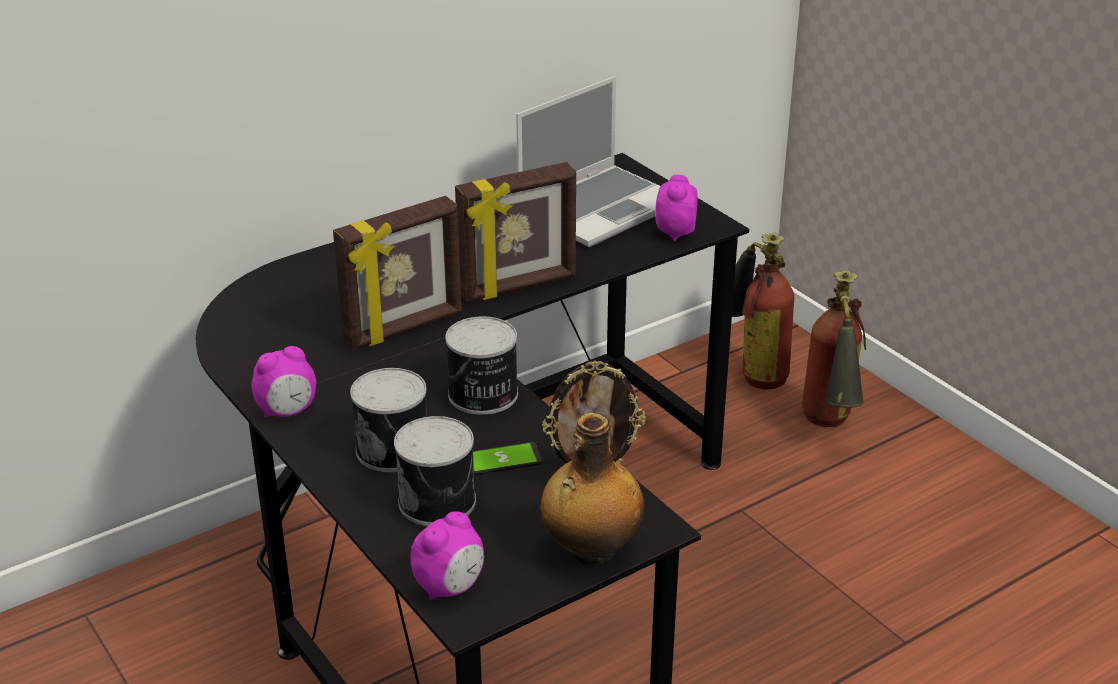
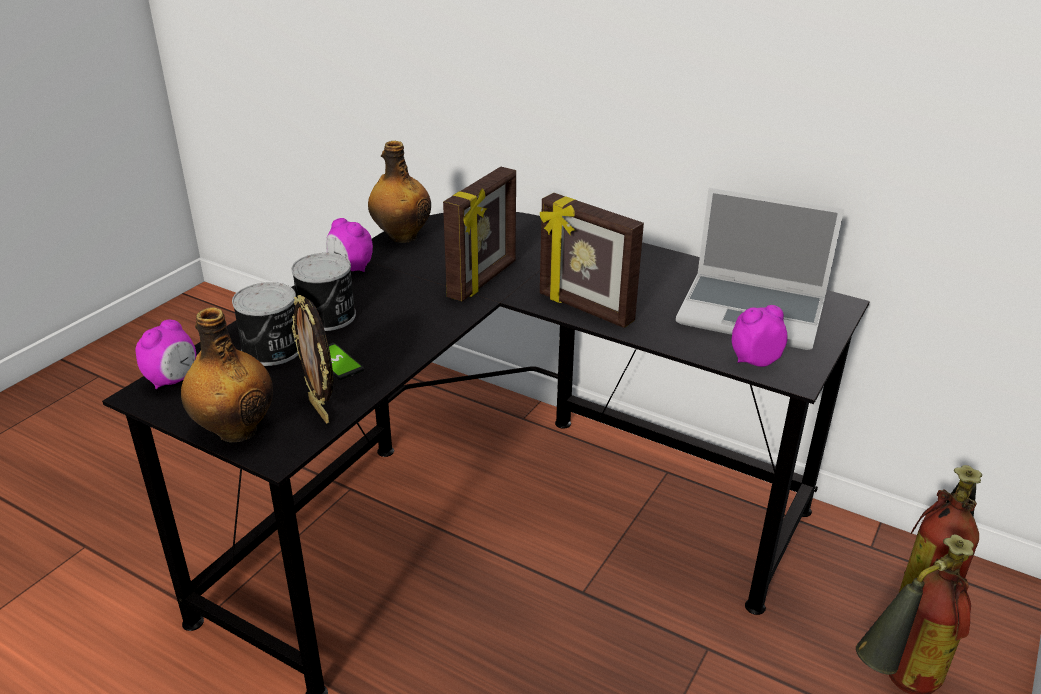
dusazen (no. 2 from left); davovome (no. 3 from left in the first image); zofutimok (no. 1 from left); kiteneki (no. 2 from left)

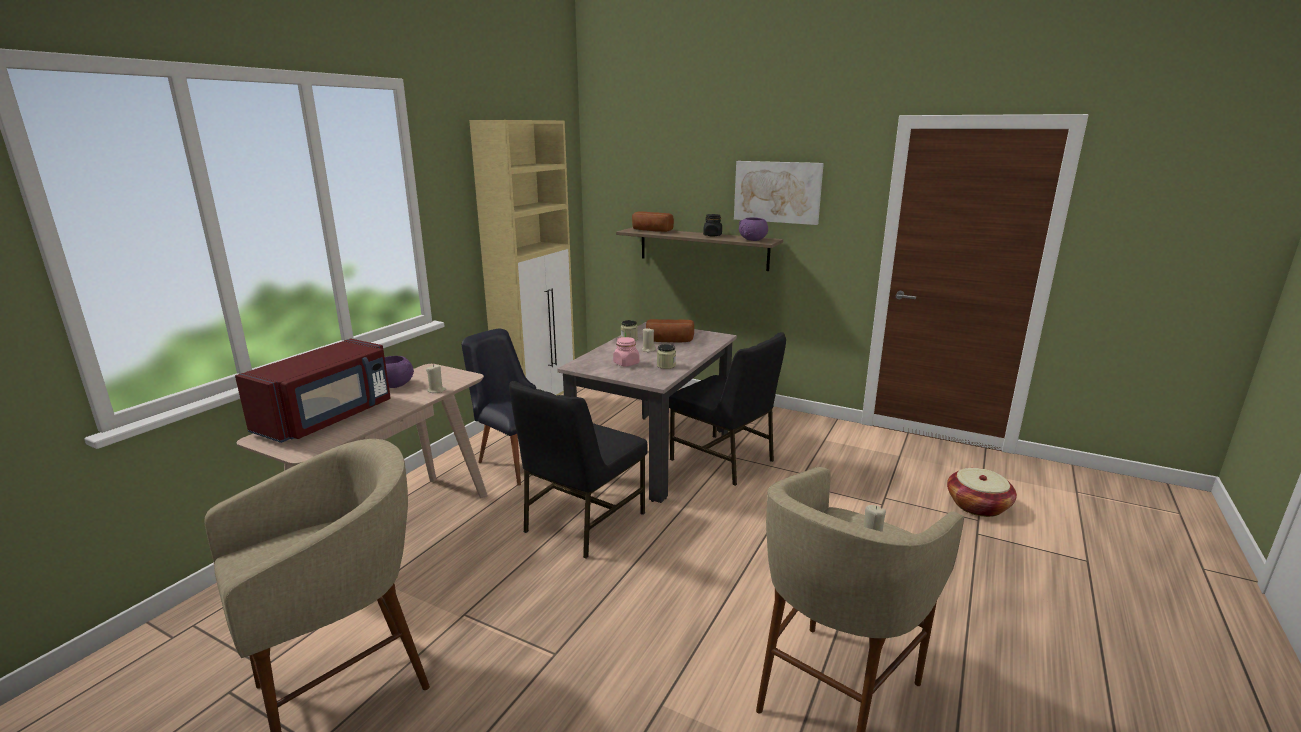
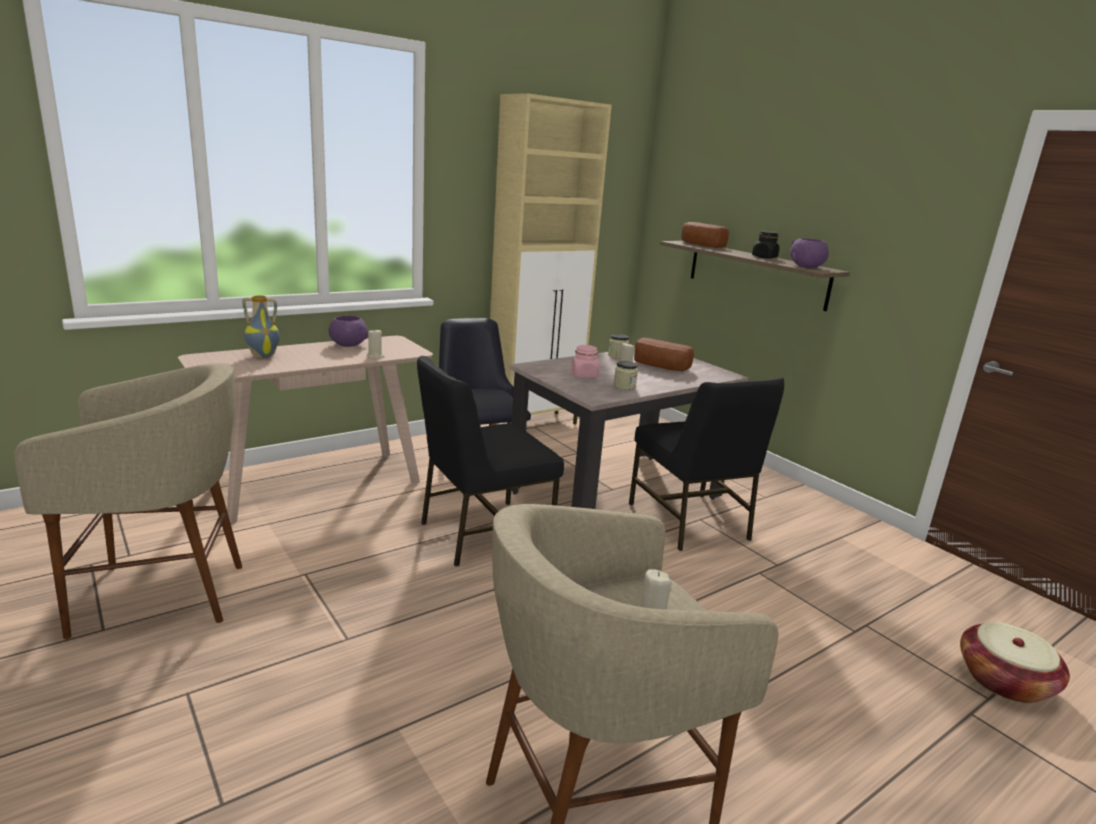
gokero; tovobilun

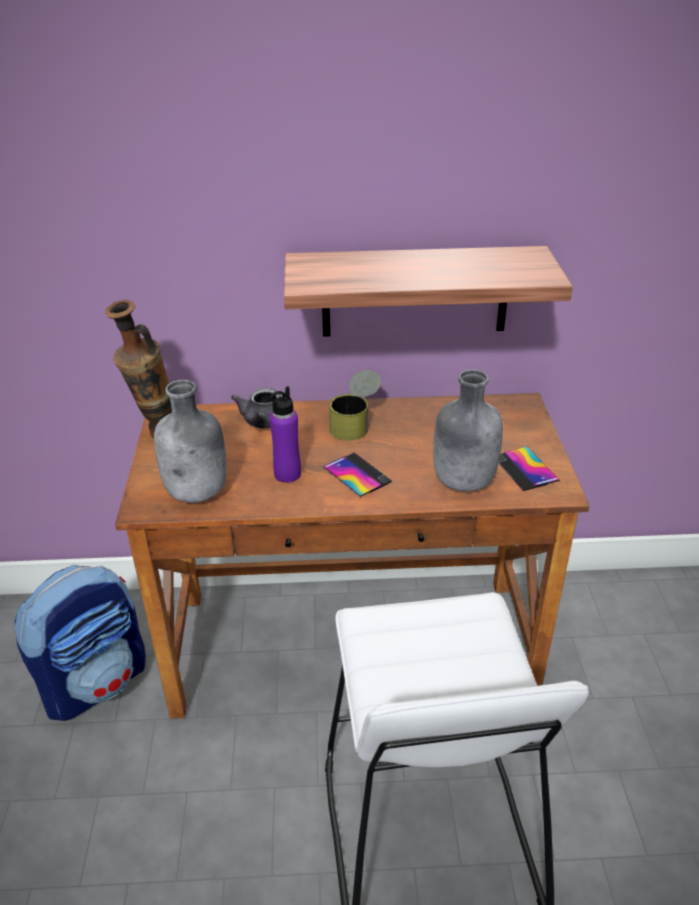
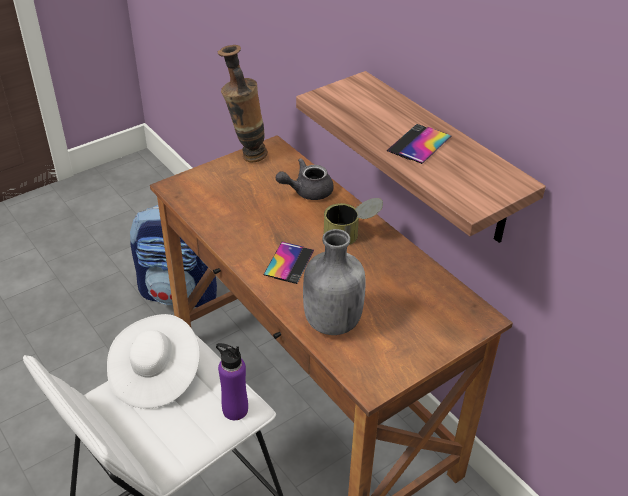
grey kiteneki (no. 1 from left in the first image); purple kiteneki; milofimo (no. 2 from left); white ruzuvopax

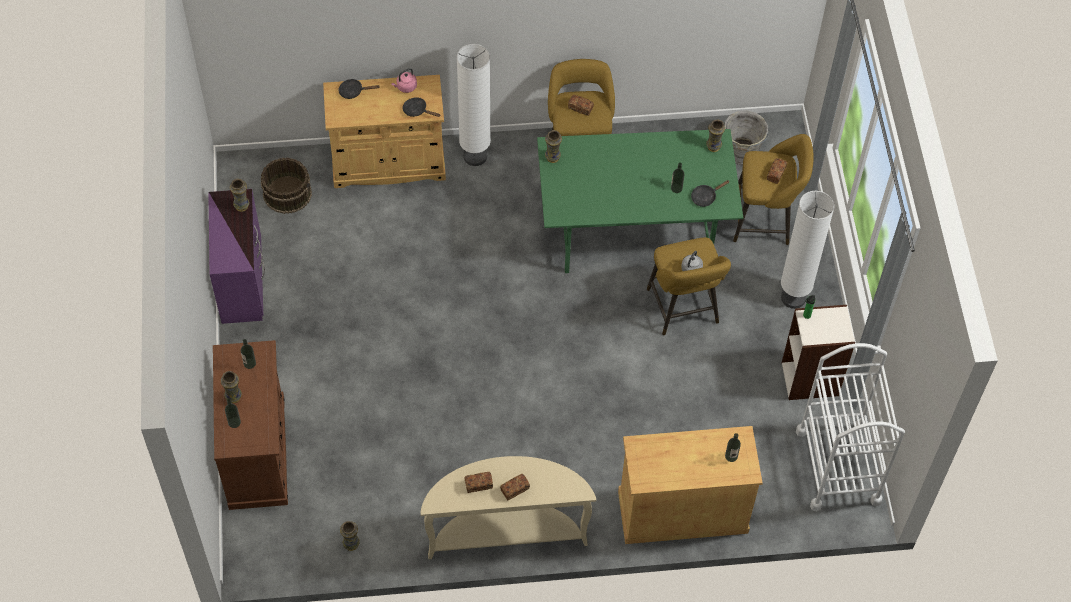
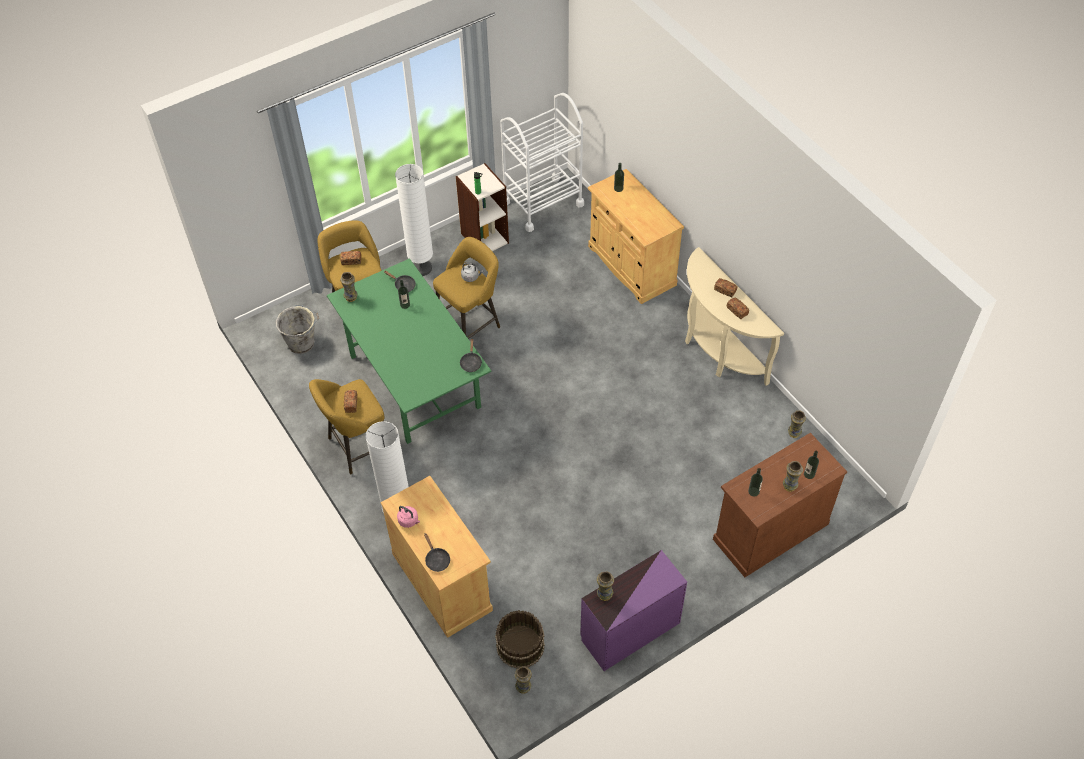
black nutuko (no. 3 from left); tovobilun (no. 2 from left)

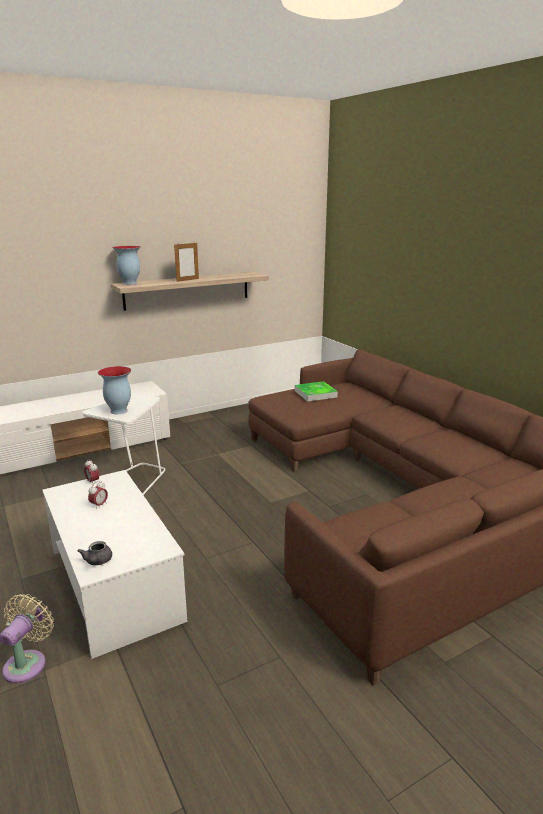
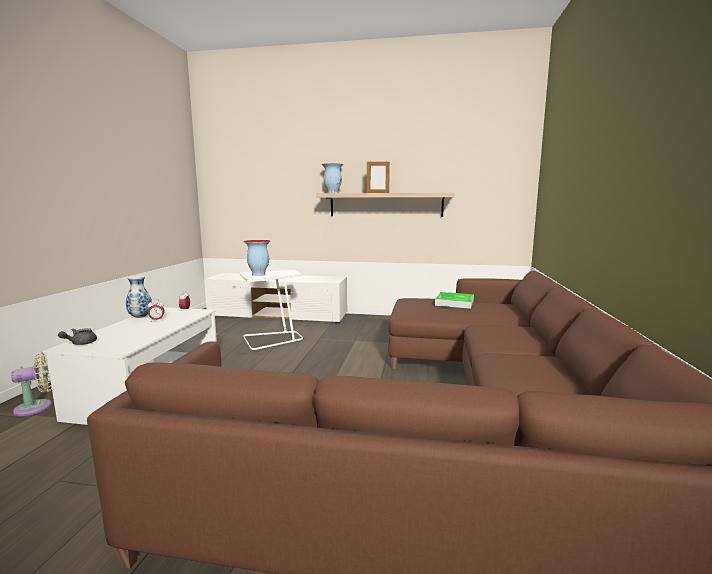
tovobilun (no. 1 from left)

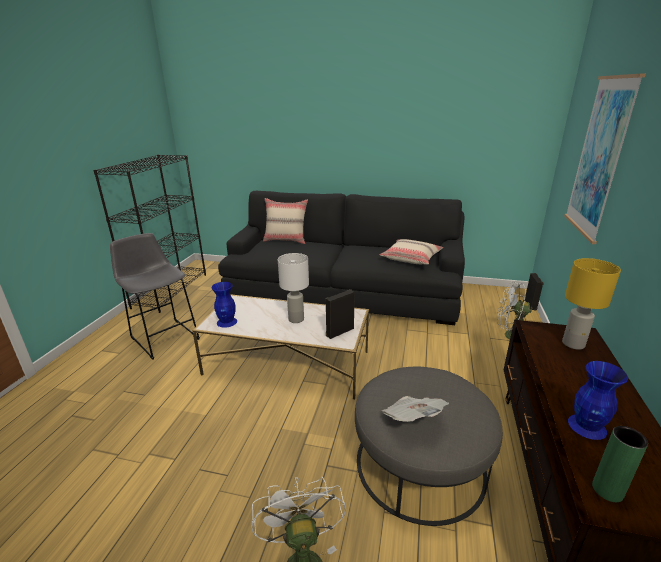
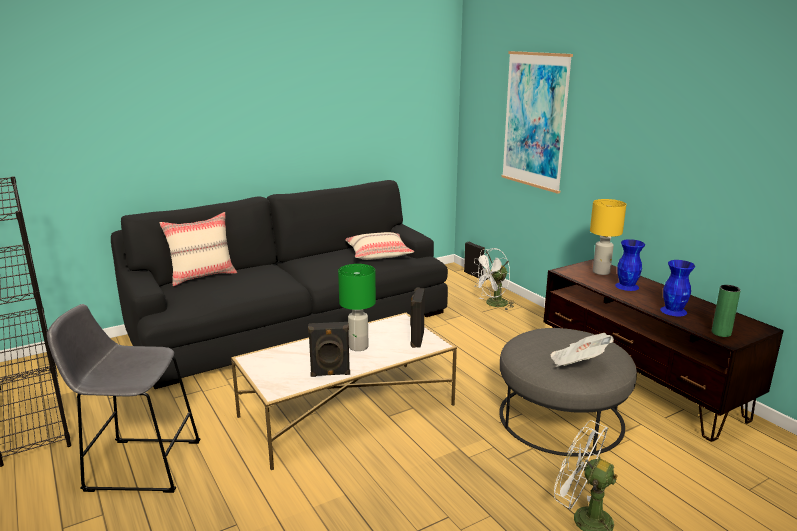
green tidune; blue tovobilun (no. 1 from left); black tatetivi (no. 1 from left)

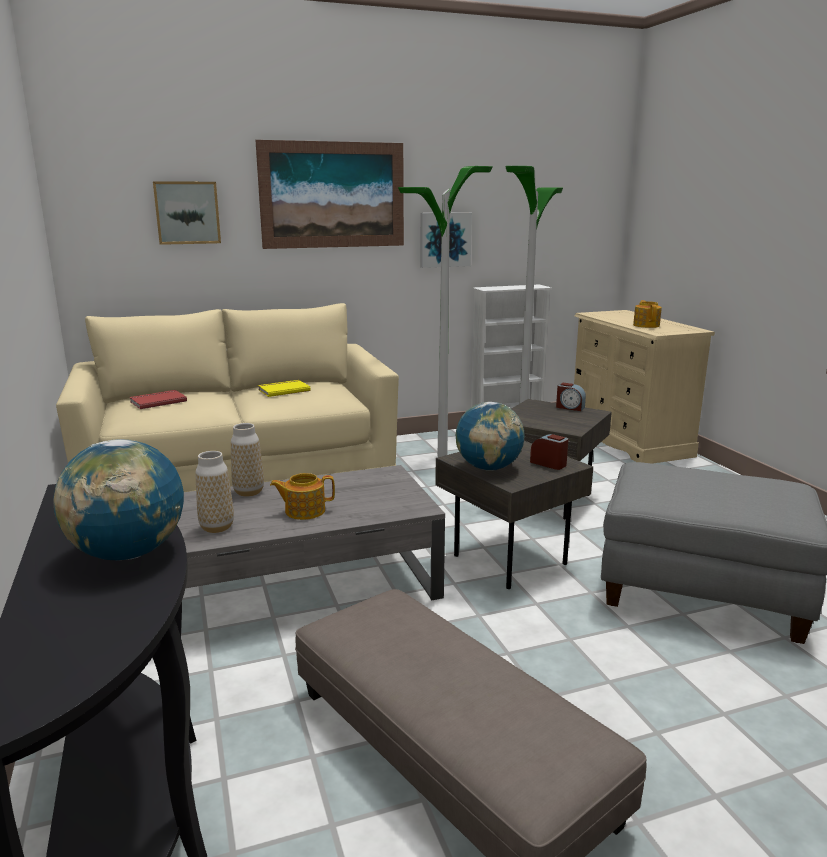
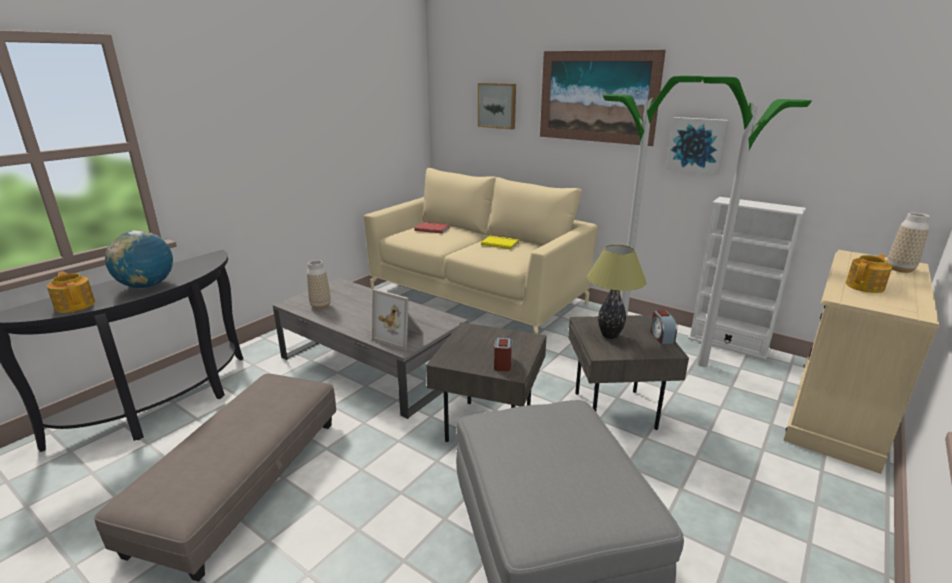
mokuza (no. 2 from left in the first image); tovobilun (no. 2 from left); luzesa (no. 1 from left); tidune; dusazen

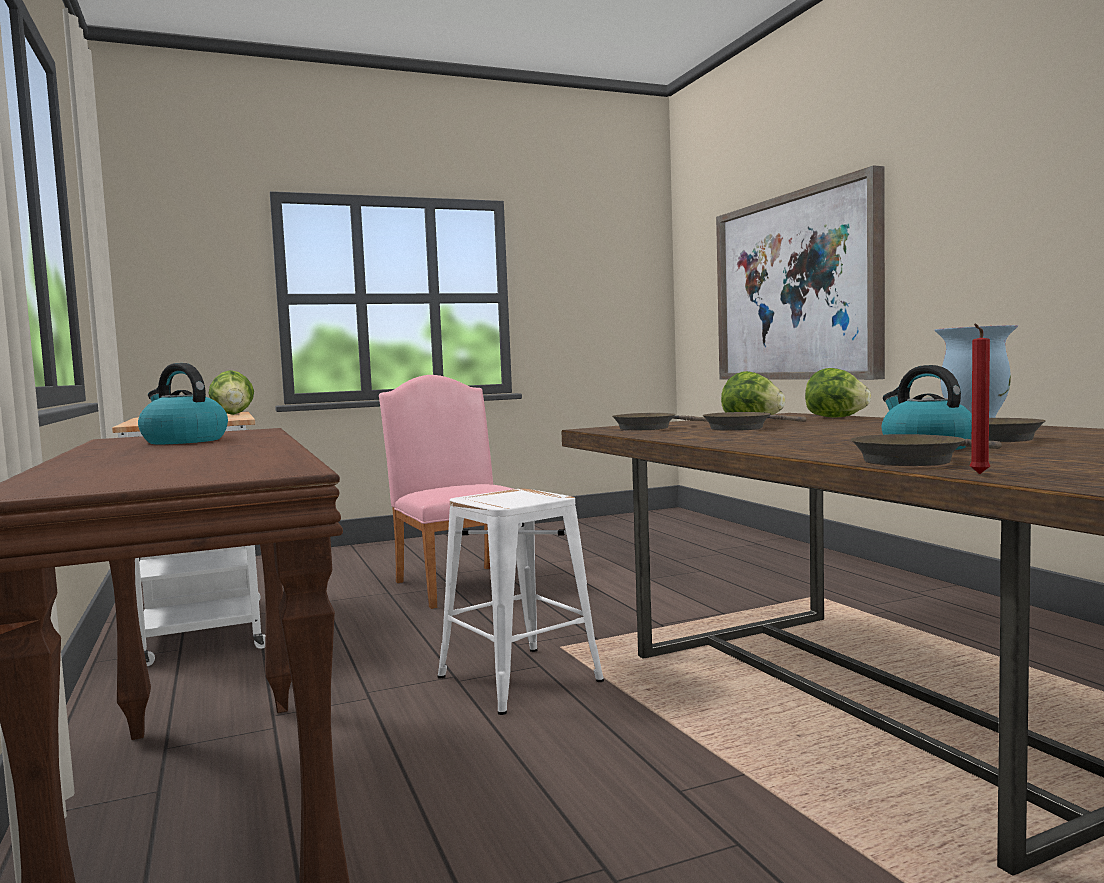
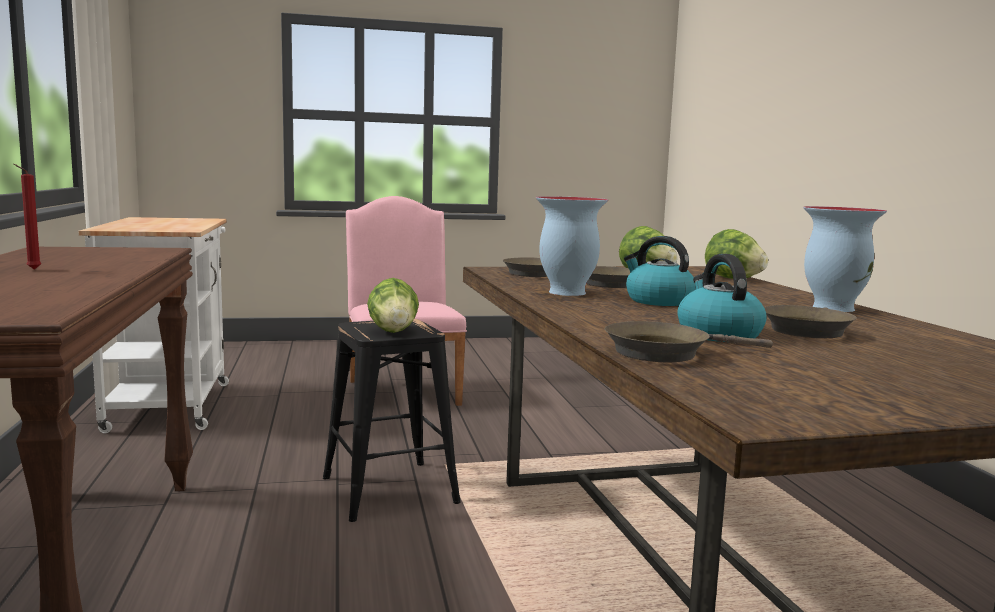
gokero; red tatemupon; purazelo (no. 1 from left); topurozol (no. 1 from left); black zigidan; tovobilun (no. 1 from left)

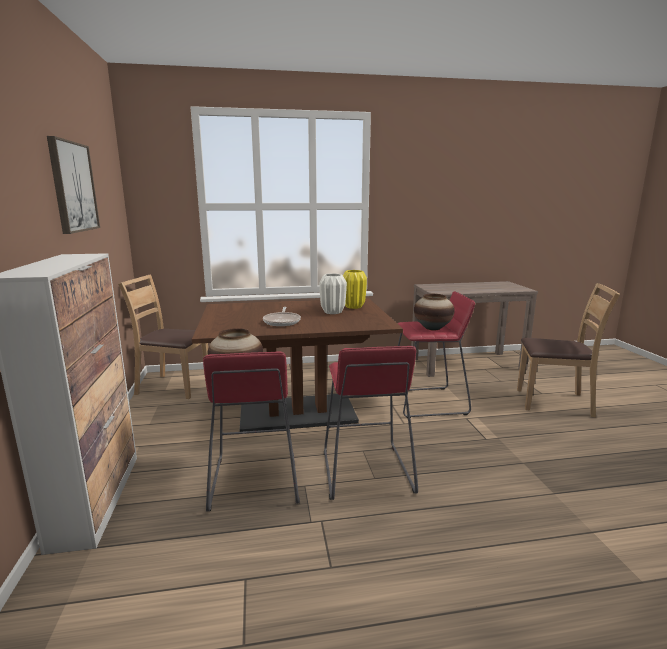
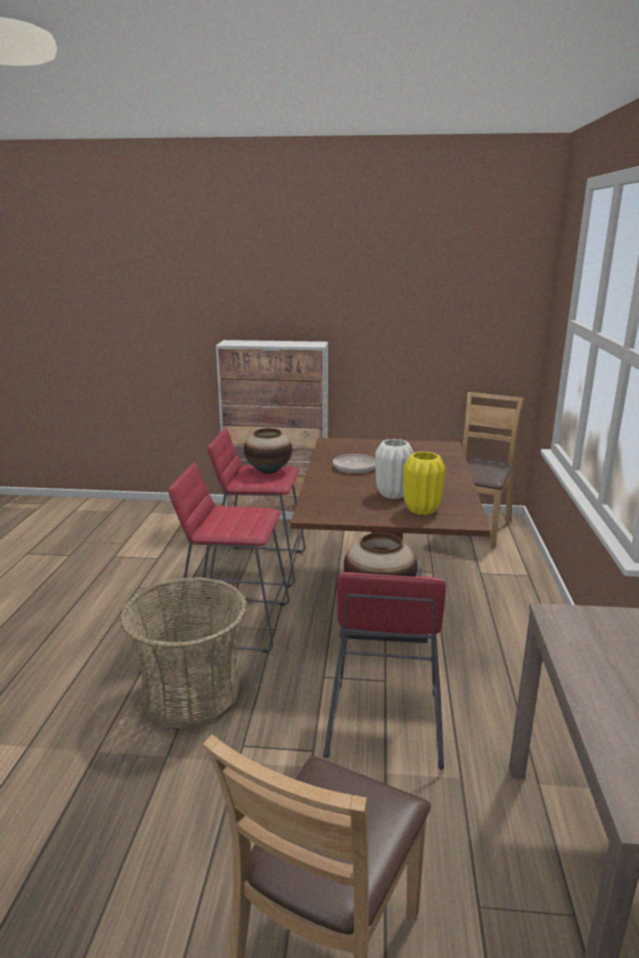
gokero; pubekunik

